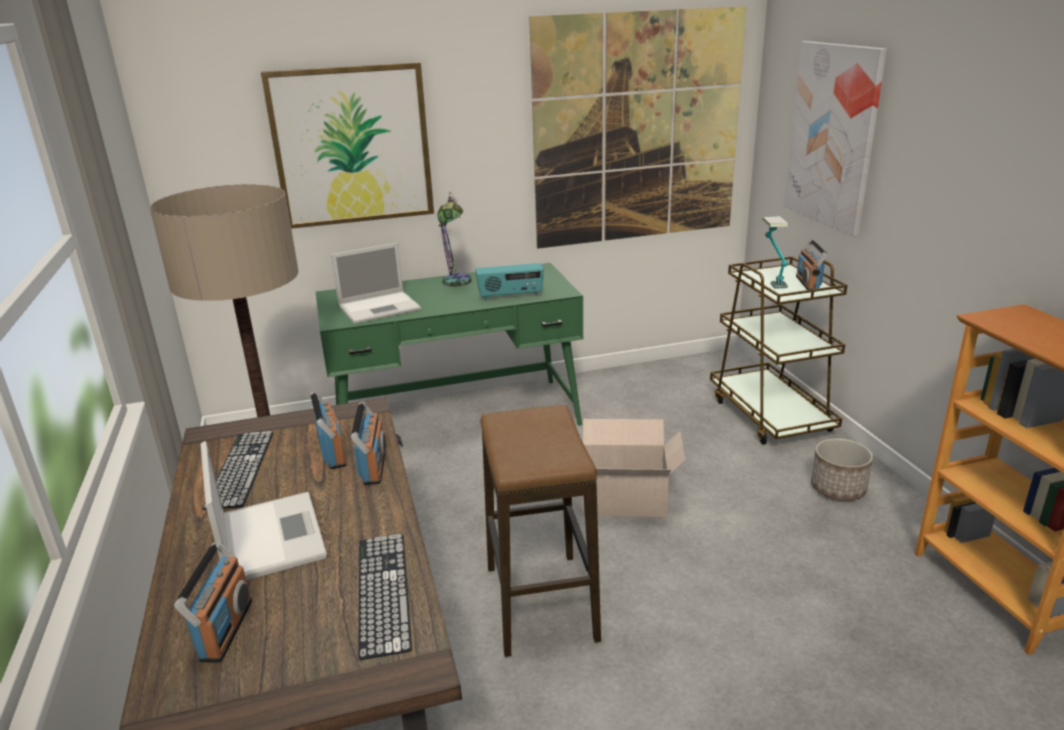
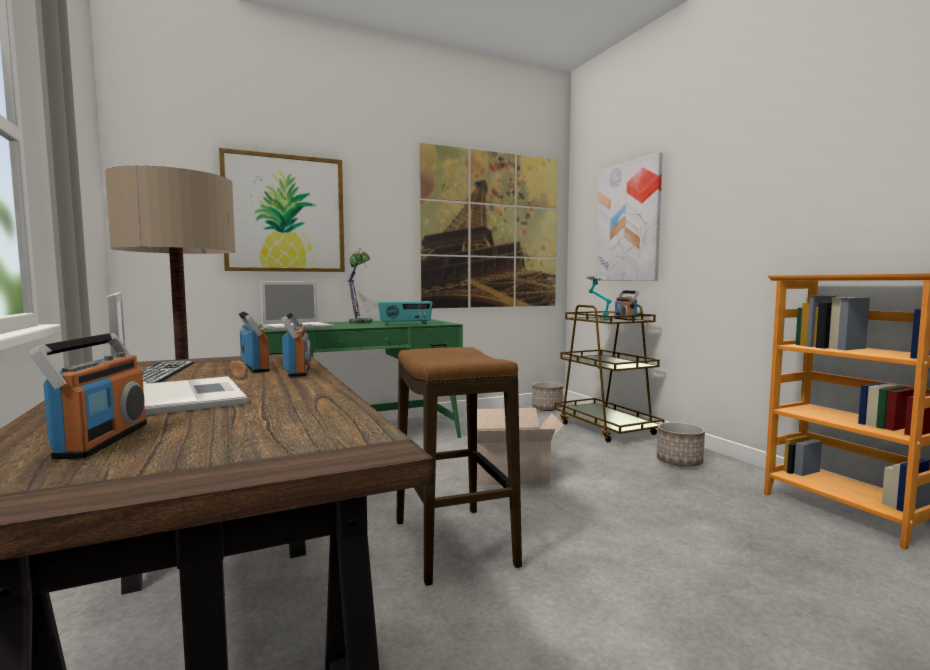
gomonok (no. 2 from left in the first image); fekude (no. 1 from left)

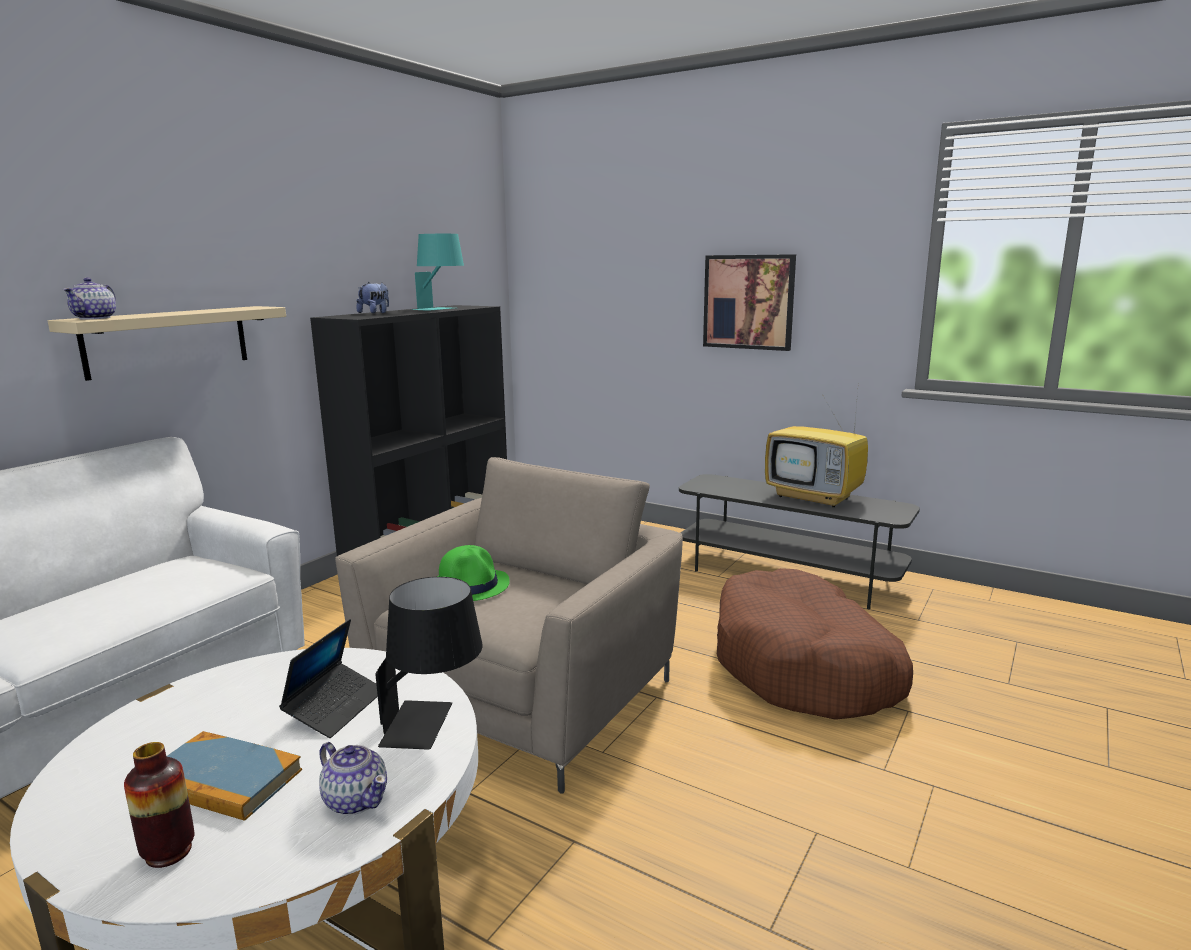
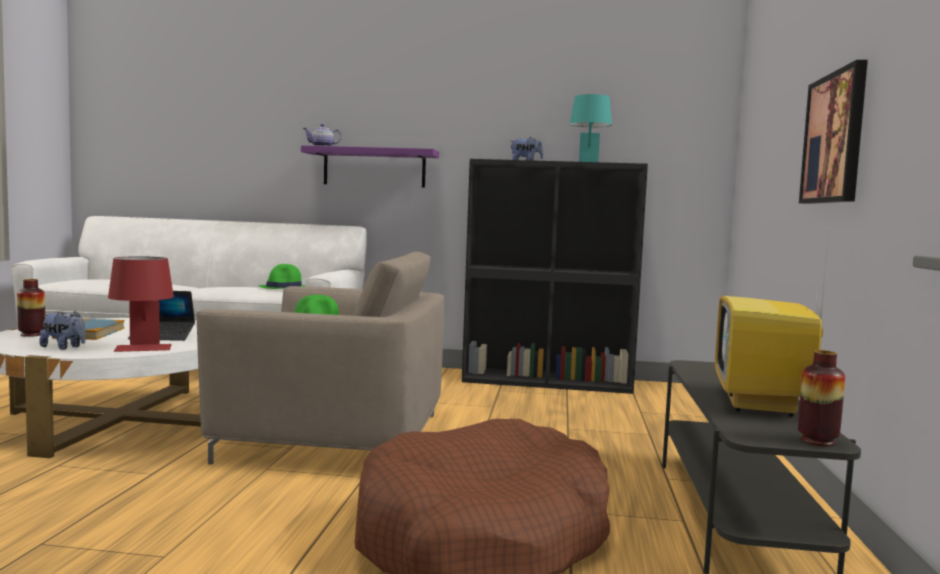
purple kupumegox; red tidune; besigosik (no. 1 from left); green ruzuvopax (no. 1 from left); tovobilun (no. 2 from left)

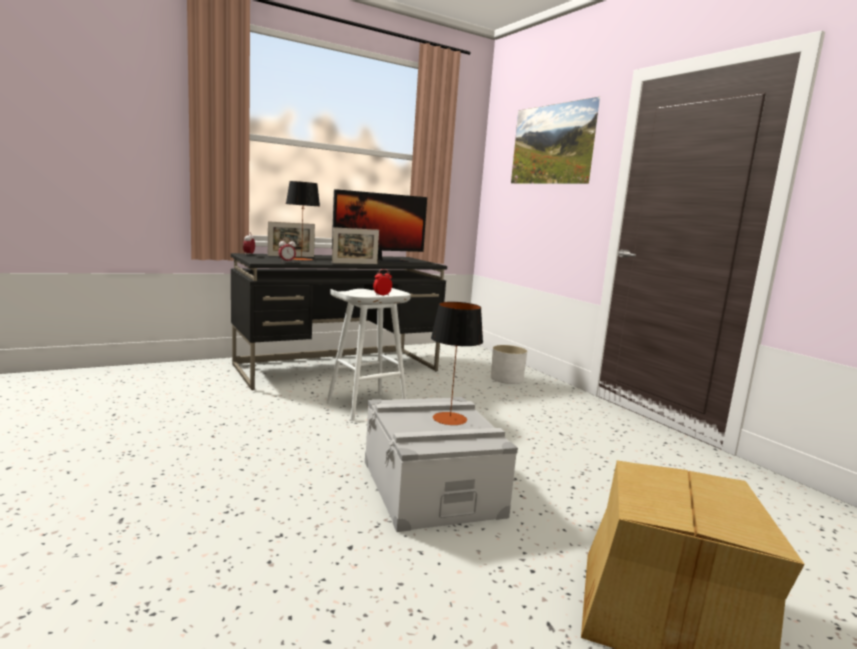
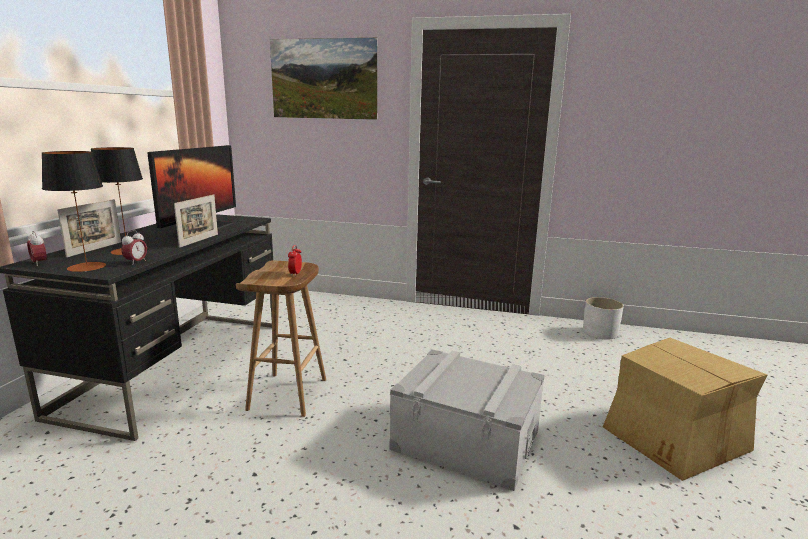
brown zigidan; tidune (no. 1 from left); white fekude

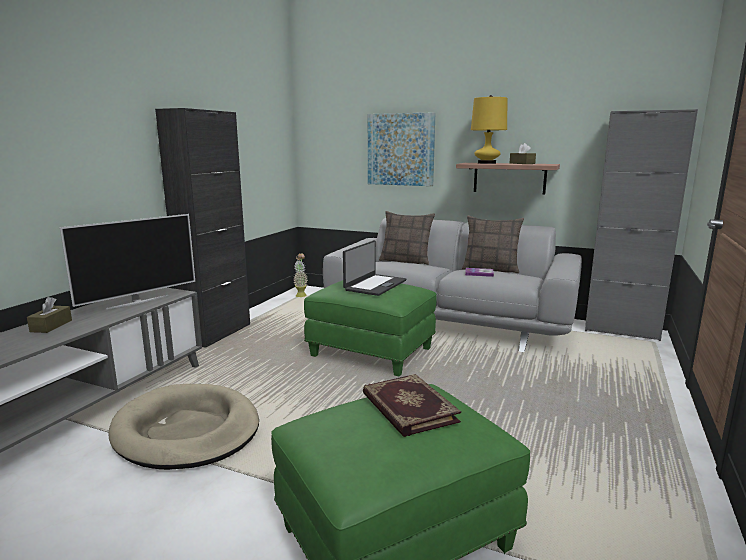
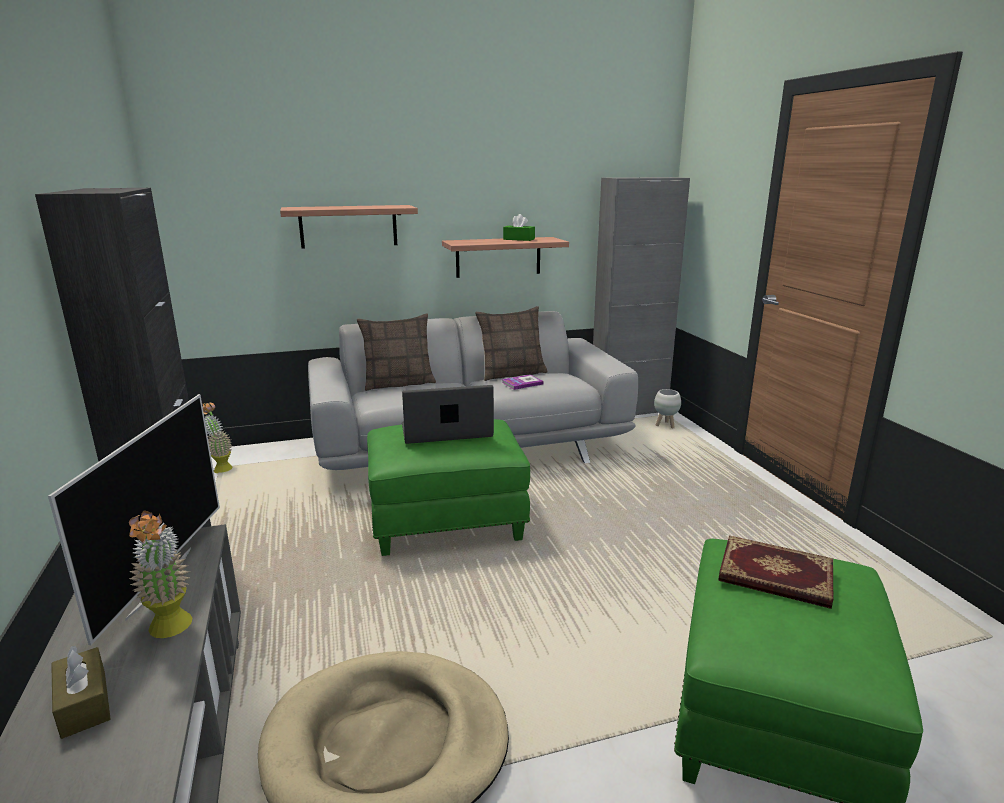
yellow tidune; kupumegox (no. 1 from left); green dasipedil; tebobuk; white fekude; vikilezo (no. 1 from left)

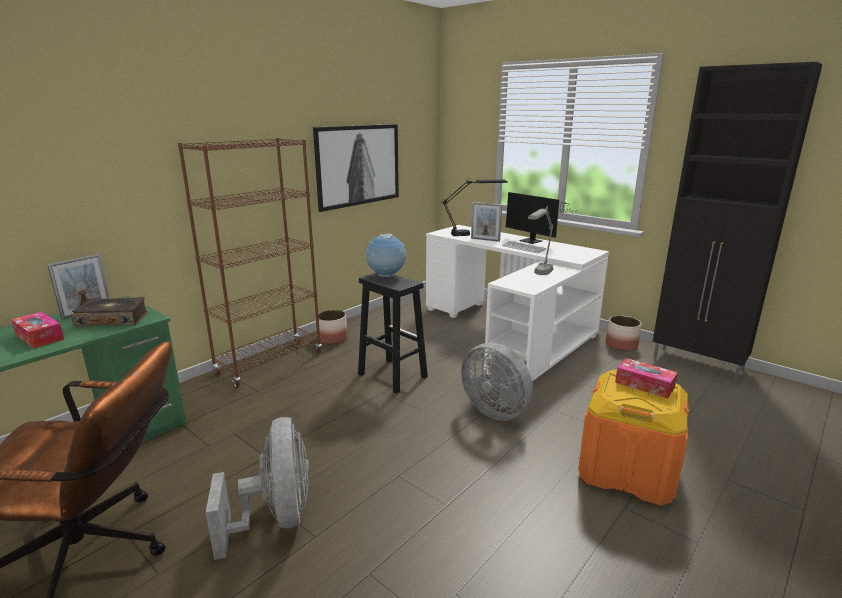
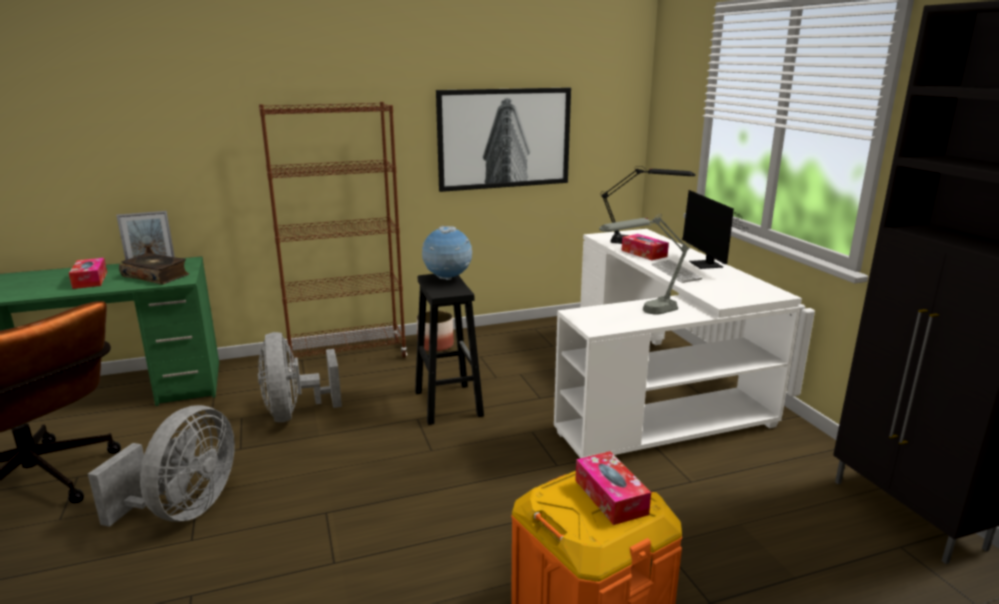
dasipedil (no. 3 from left); fekude (no. 2 from left in the first image); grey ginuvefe (no. 2 from left)

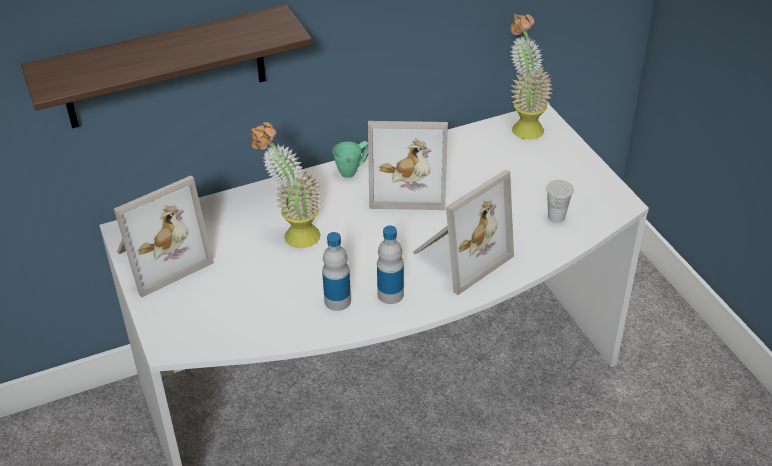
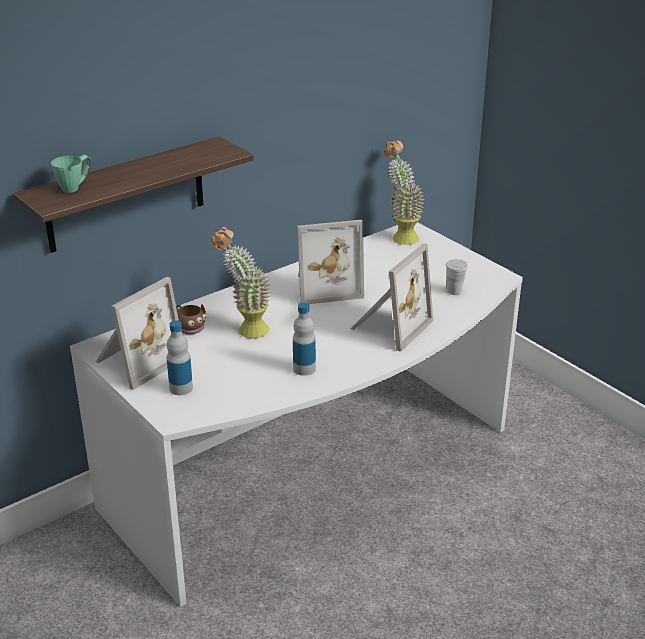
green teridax; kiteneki (no. 1 from left); brown teridax

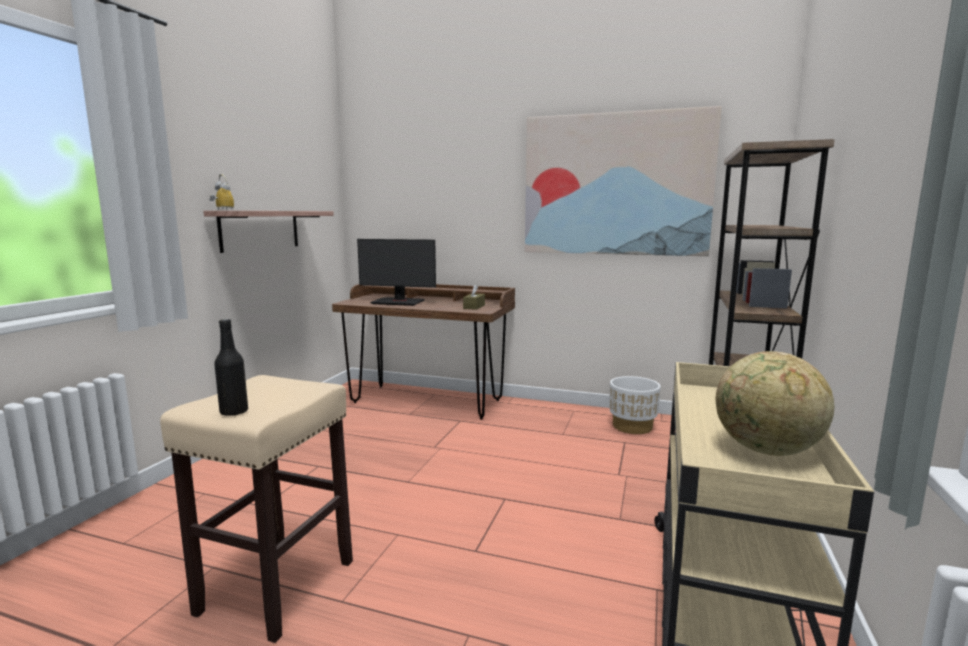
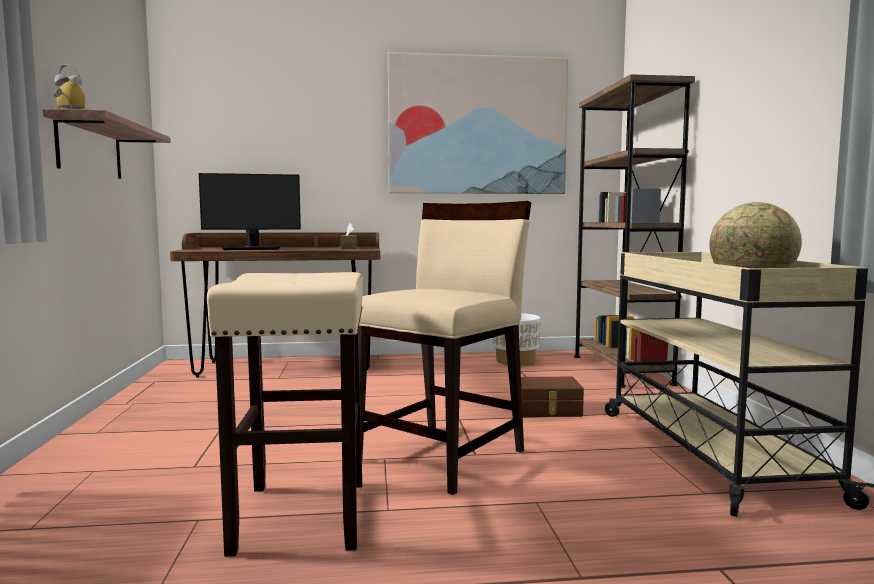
black kiteneki; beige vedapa; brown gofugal

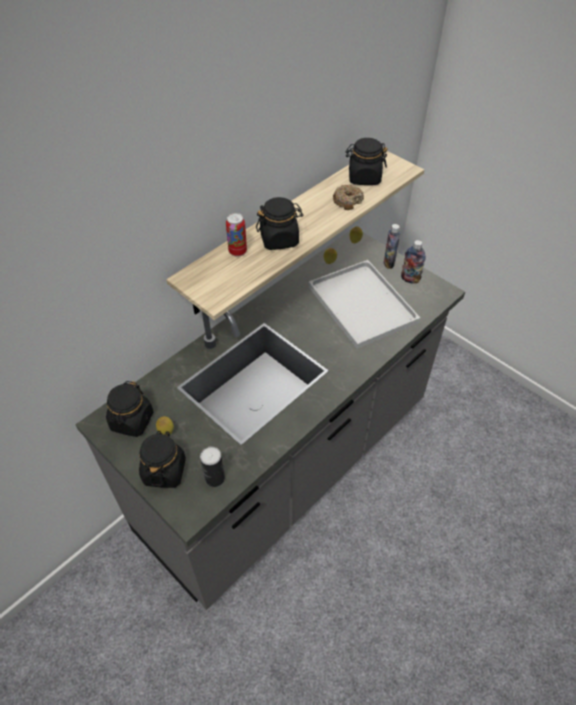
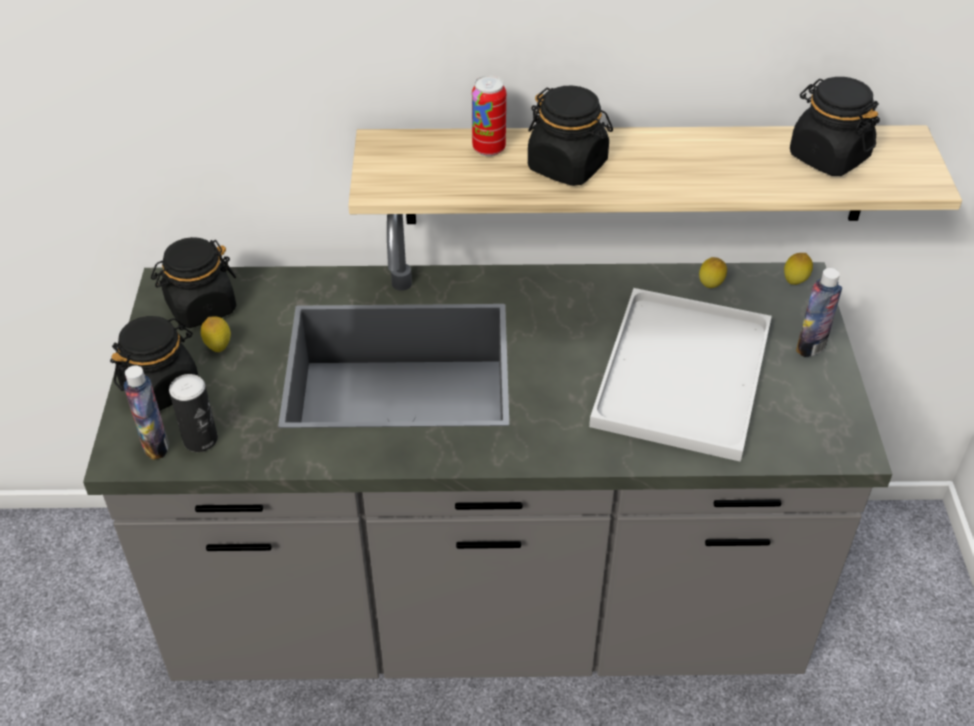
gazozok; kiteneki (no. 1 from left)

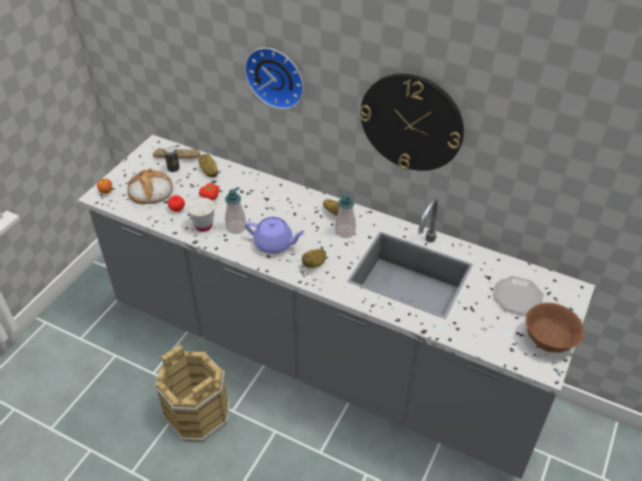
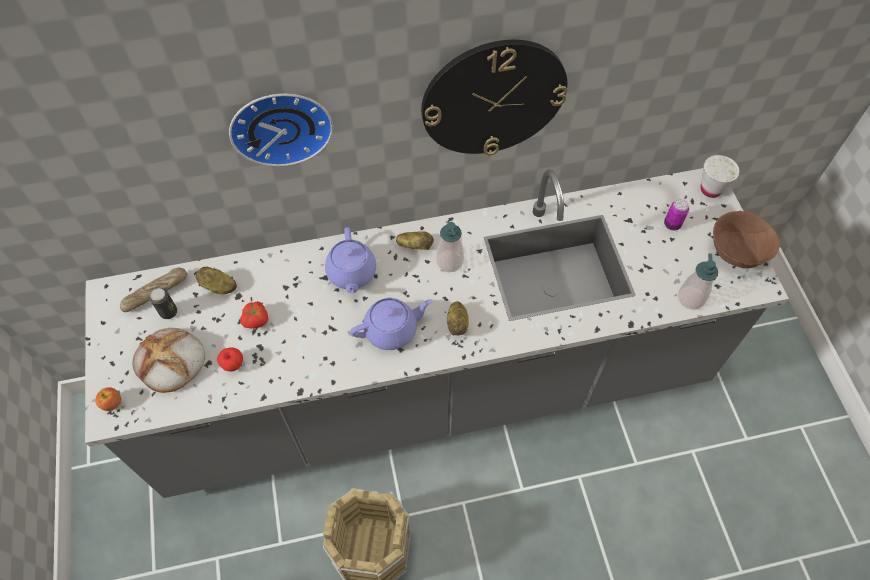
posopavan (no. 2 from left); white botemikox; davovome (no. 2 from left); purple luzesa (no. 1 from left)

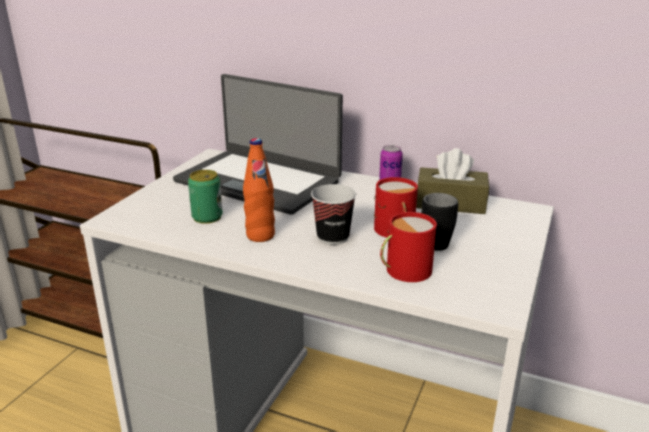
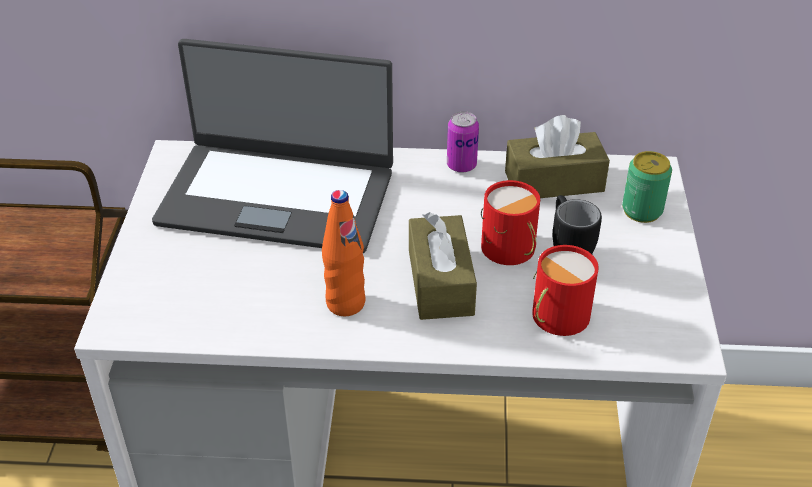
davovome (no. 2 from left); brown dasipedil (no. 1 from left)

